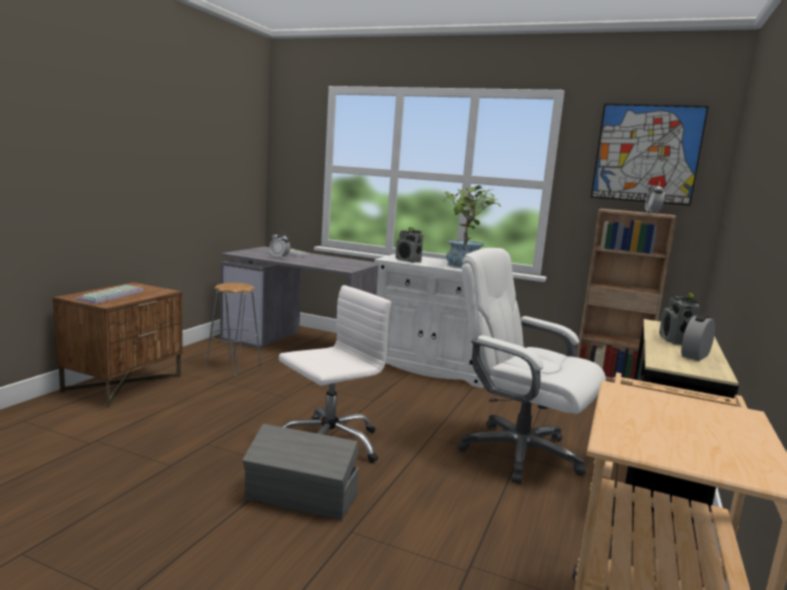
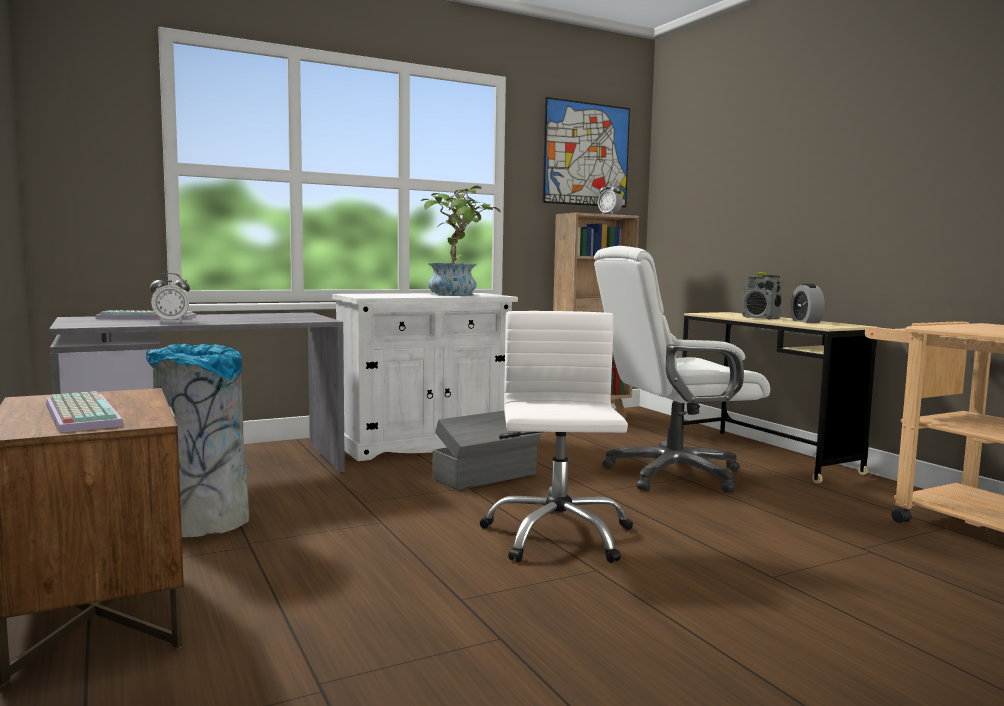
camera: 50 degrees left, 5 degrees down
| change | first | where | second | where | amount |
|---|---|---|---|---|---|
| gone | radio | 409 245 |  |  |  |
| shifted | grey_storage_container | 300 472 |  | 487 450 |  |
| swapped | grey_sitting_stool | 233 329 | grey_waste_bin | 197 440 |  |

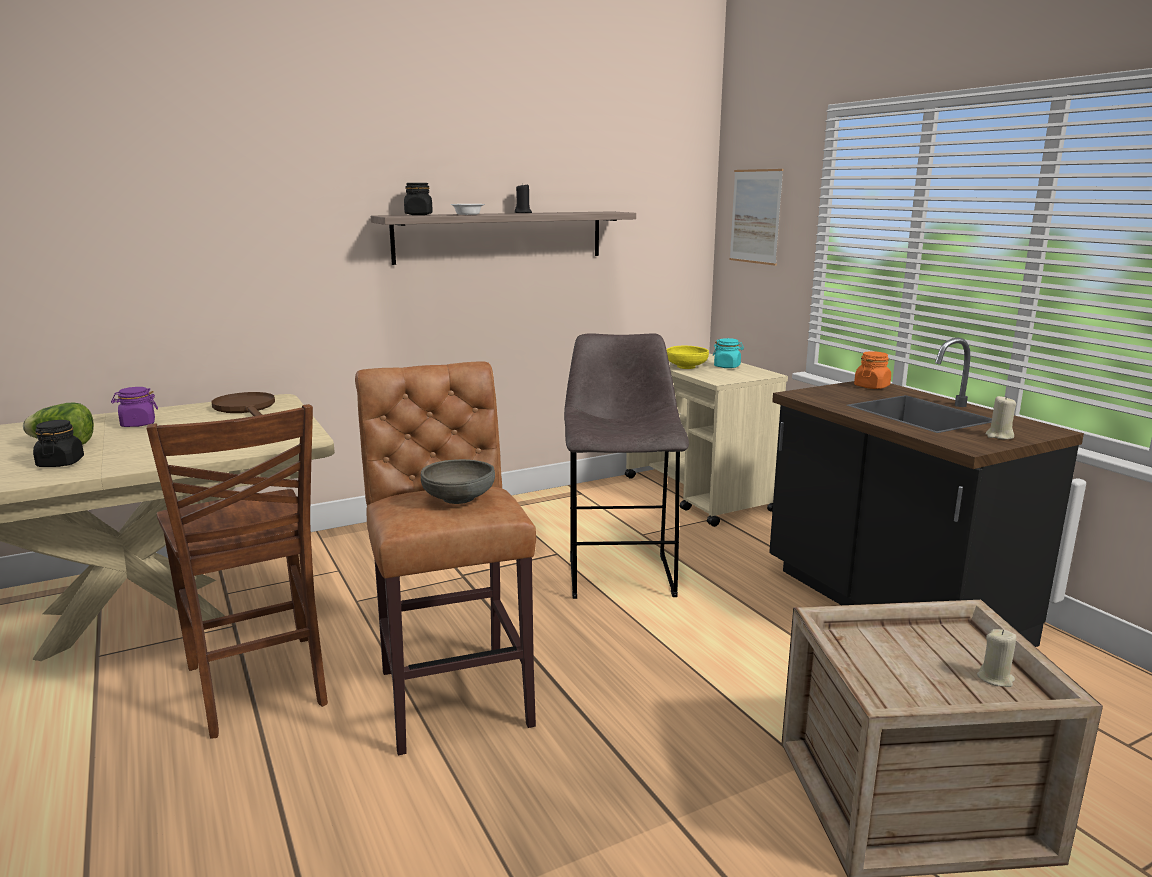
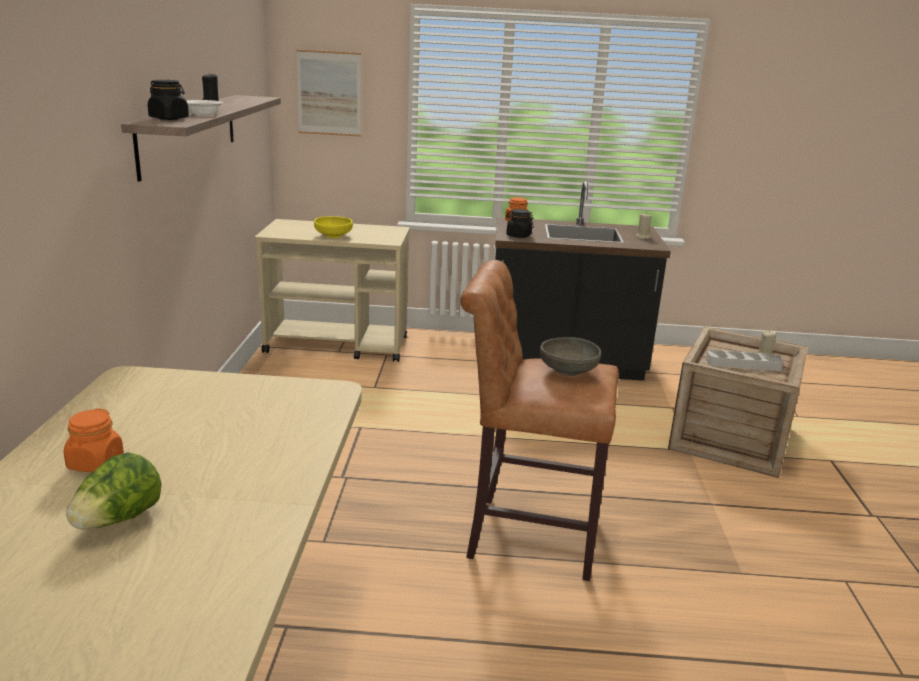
camera: 60 degrees left, 5 degrees up
| change | first | where | second | where | amount |
|---|---|---|---|---|---|
| gone | brown-coloured_upright_chair | 237 571 |  |  |  |
| gone | brown-coloured_frying_pan | 243 404 |  |  |  |
| gone | grey_sitting_stool | 626 466 |  |  |  |
| gone | turquoise_jar | 728 353 |  |  |  |
| new |  |  | grey_tray | 745 360 |  |
| shifted | black_jar | 58 443 |  | 520 223 |  |
| repainted | purple_jar | 134 407 | orange-coloured_jar | 94 440 |  |

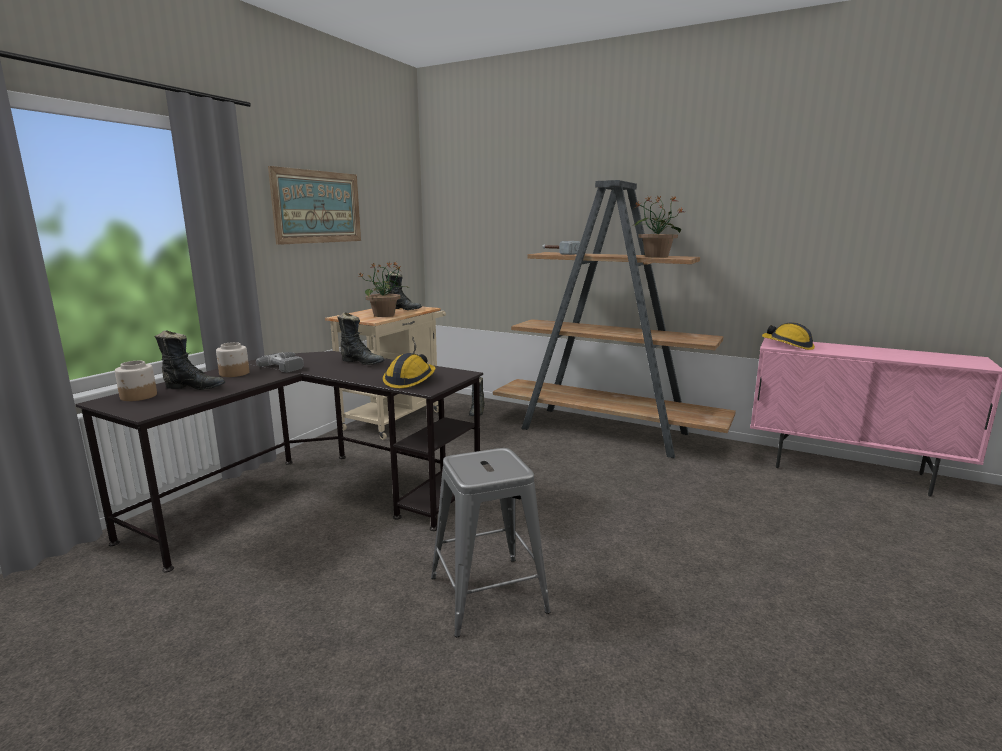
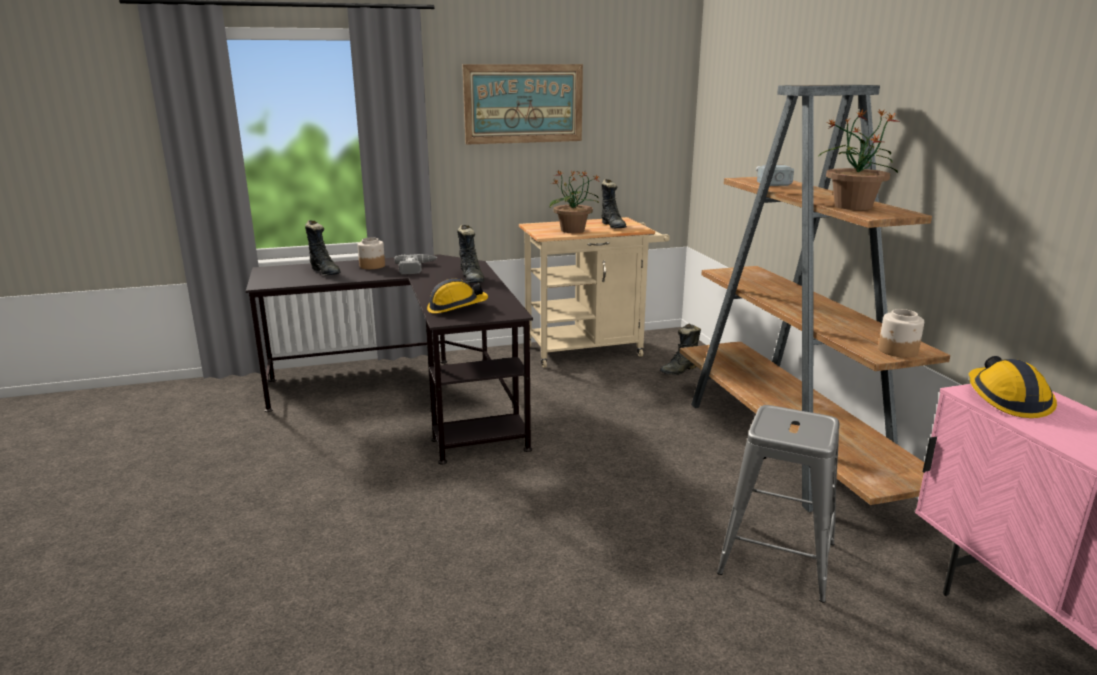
camera: 45 degrees right, 5 degrees up
| change | first | where | second | where | amount |
|---|---|---|---|---|---|
| shifted | jar | 136 381 |  | 901 333 |  |
| shifted | grey_sitting_stool | 490 542 |  | 778 504 |  |

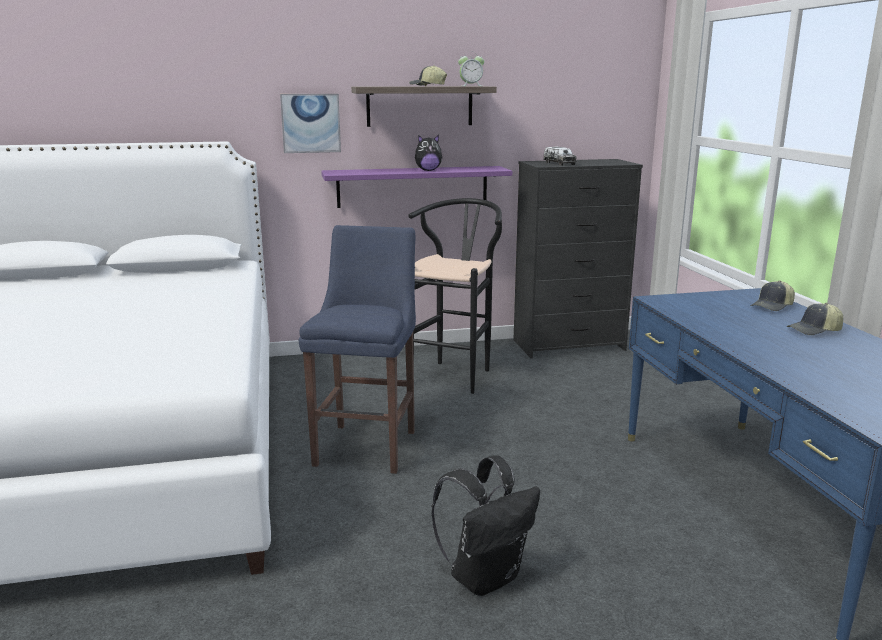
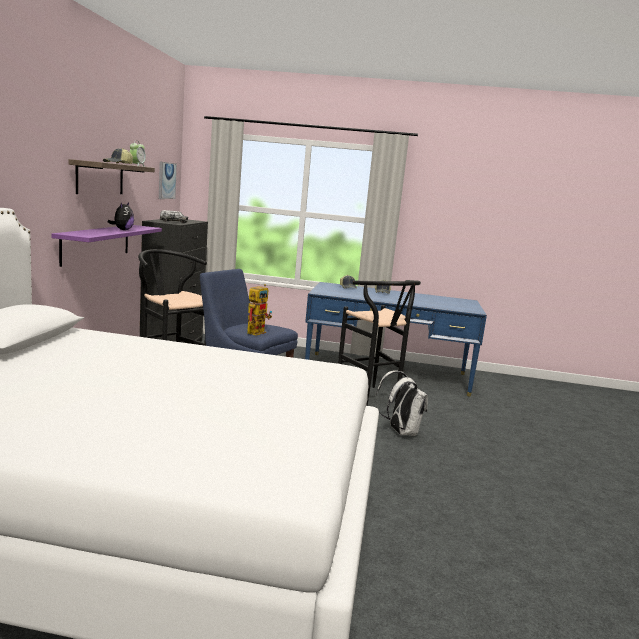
camera: 70 degrees left, 5 degrees down
| change | first | where | second | where | amount |
|---|---|---|---|---|---|
| new |  |  | robot_figure | 259 310 |  |
| new |  |  | black_sitting_stool | 379 343 |  |
| shifted | picture | 310 123 |  | 168 180 |  |
| repainted | black_knapsack | 486 525 | whitish_knapsack | 401 403 |  |

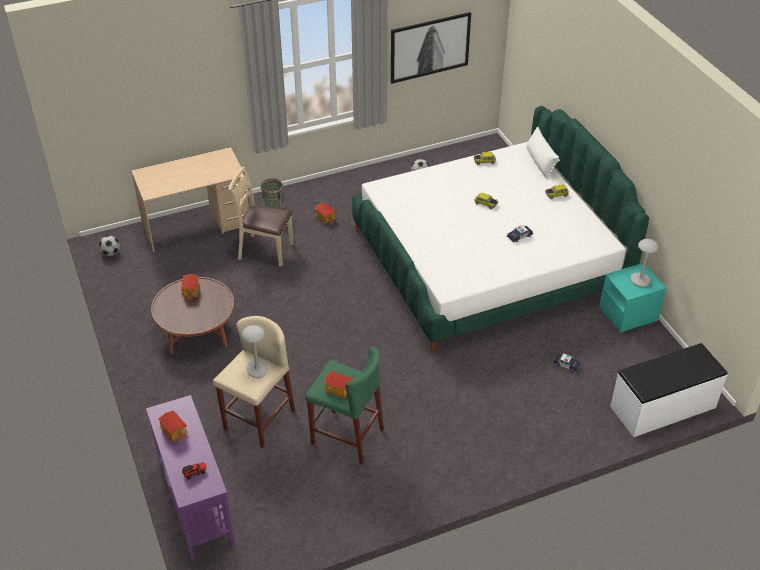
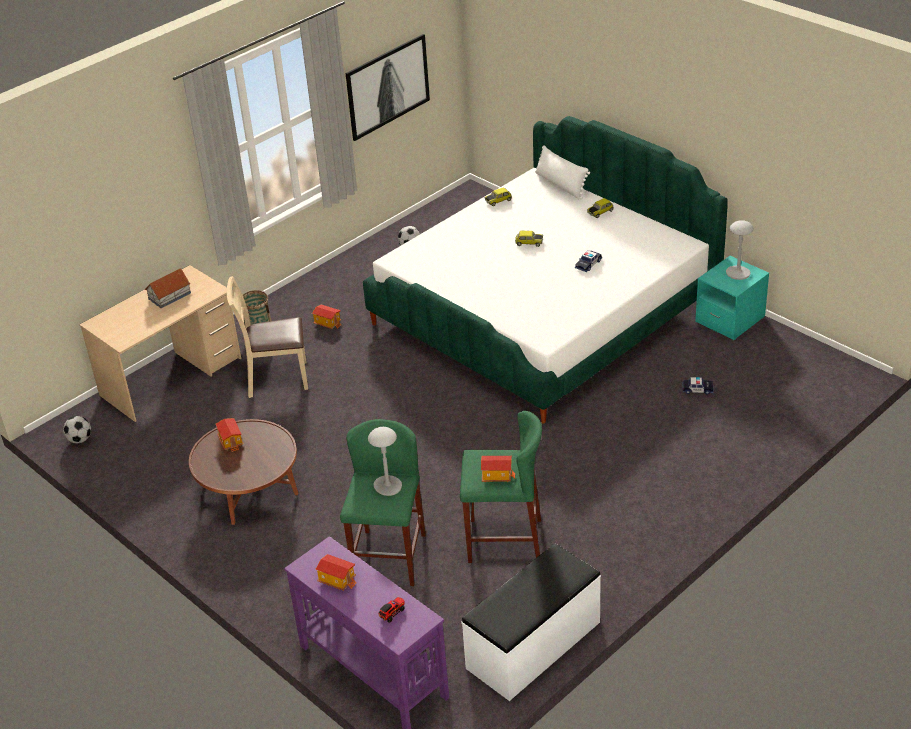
camera: 20 degrees left, 5 degrees down
| change | first | where | second | where | amount |
|---|---|---|---|---|---|
| new |  |  | toy_house | 167 288 |  |
| shifted | whitish_indoor_bench | 669 390 |  | 531 622 |  |
| repainted | beige_sitting_stool | 254 382 | green_sitting_stool | 383 502 |  |

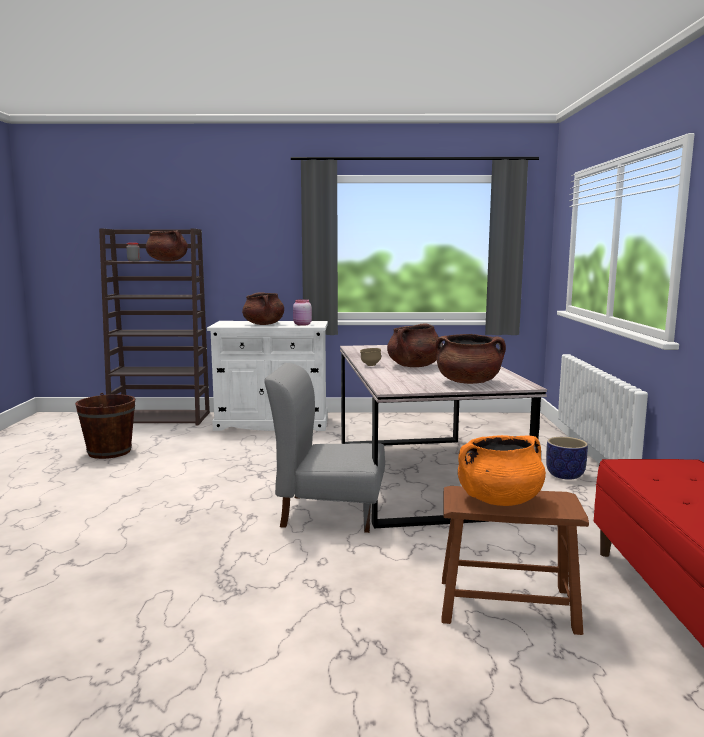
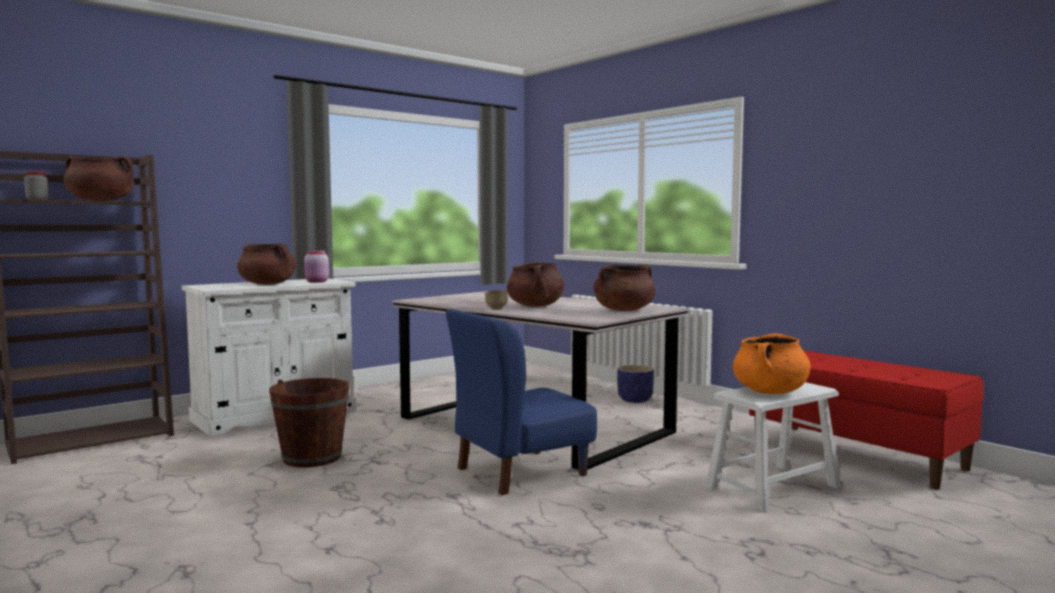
camera: 40 degrees left, 5 degrees down
| change | first | where | second | where | amount |
|---|---|---|---|---|---|
| shifted | brown-coloured_pail | 105 426 |  | 309 422 |  |
| repainted | grey_upright_chair | 324 448 | bluish_upright_chair | 521 402 |  |
| repainted | brown-coloured_sitting_stool | 515 560 | whitish_sitting_stool | 773 447 |  |

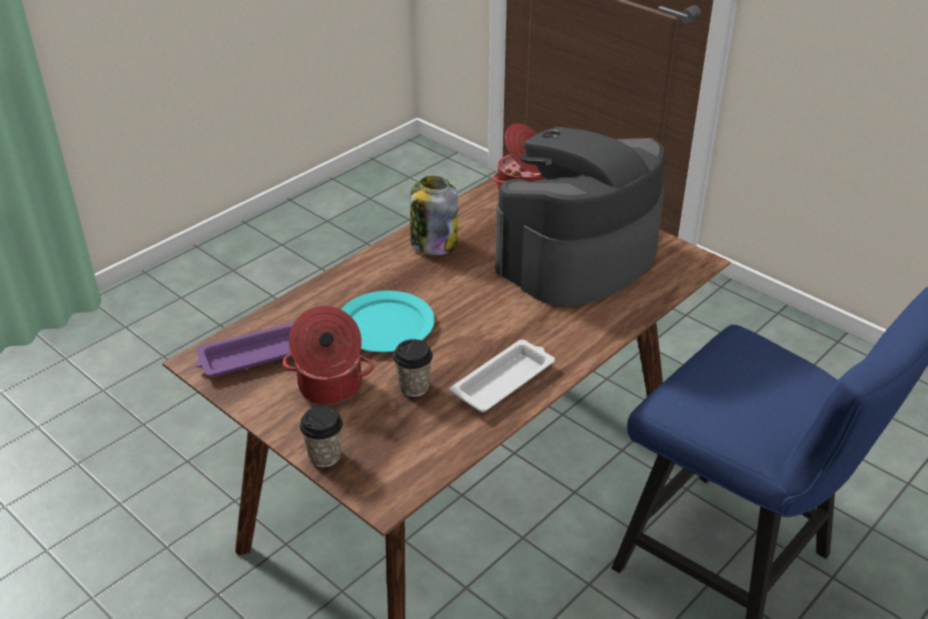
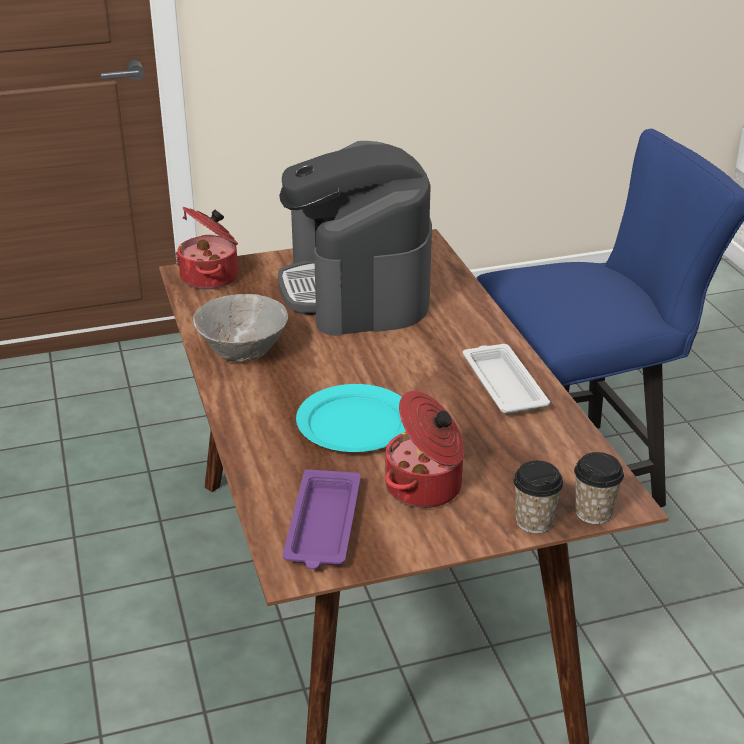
camera: 60 degrees left, 5 degrees down
| change | first | where | second | where | amount |
|---|---|---|---|---|---|
| shifted | small_cup | 413 368 |  | 599 488 |  |
| swapped | jar | 434 215 | grey_bowl | 240 328 |  |

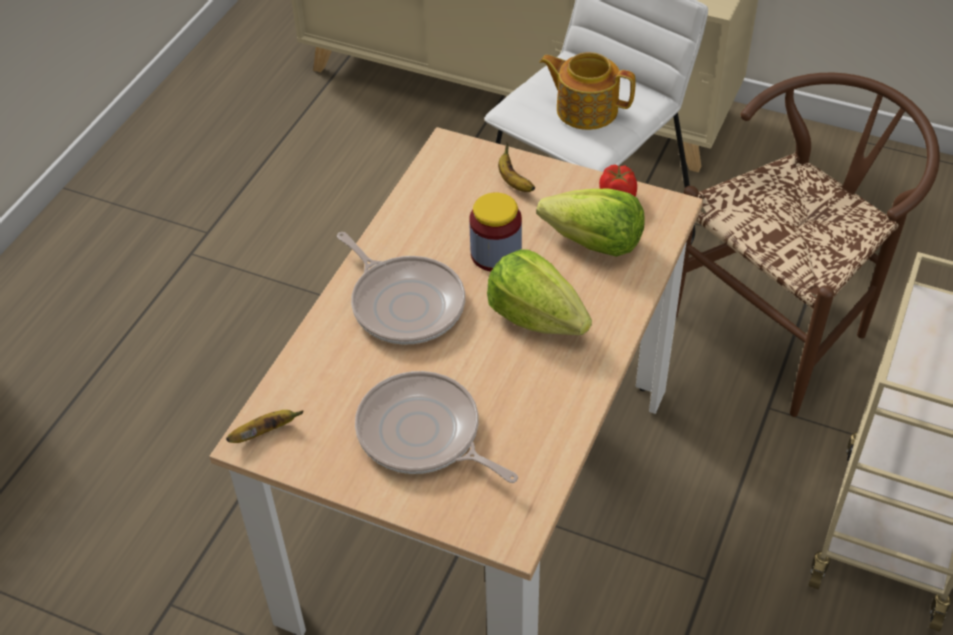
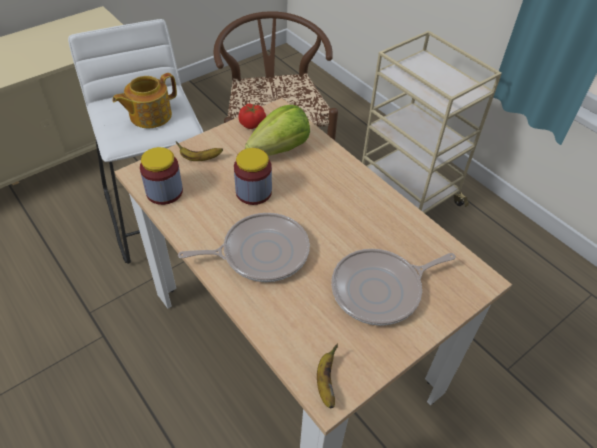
camera: 65 degrees left, 0 degrees up
| change | first | where | second | where | amount |
|---|---|---|---|---|---|
| gone | lettuce_head | 539 292 |  |  |  |
| new |  |  | jar | 161 176 |  |

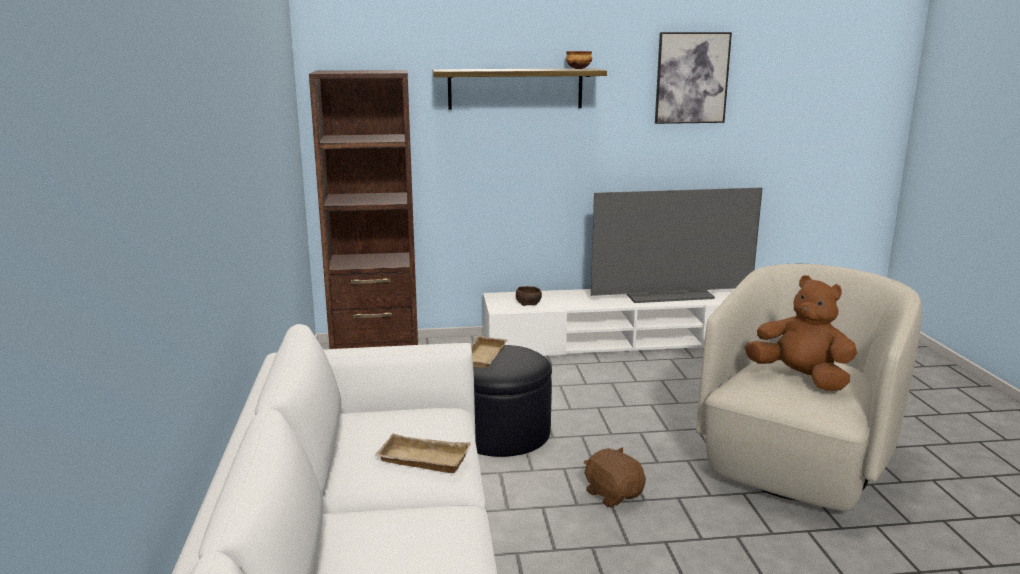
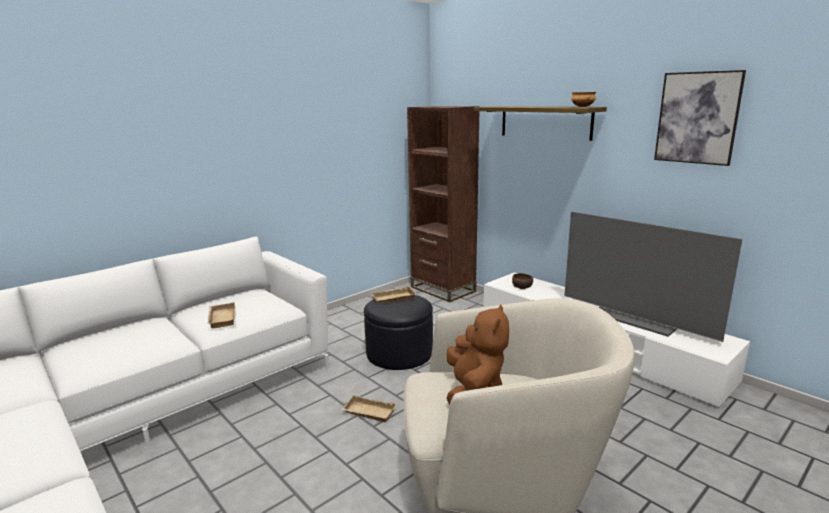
camera: 55 degrees right, 0 degrees up
| change | first | where | second | where | amount |
|---|---|---|---|---|---|
| swapped | brown-coloured_cuddly_toy | 614 477 | beige_tray | 369 408 |  |

